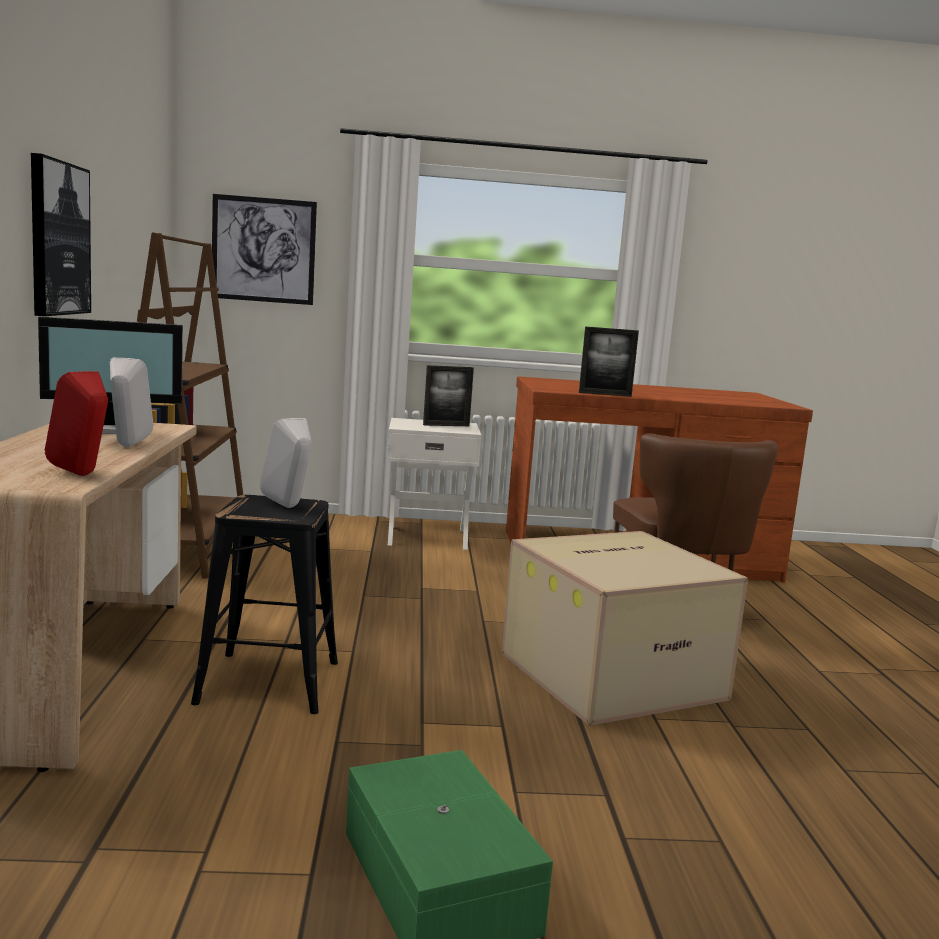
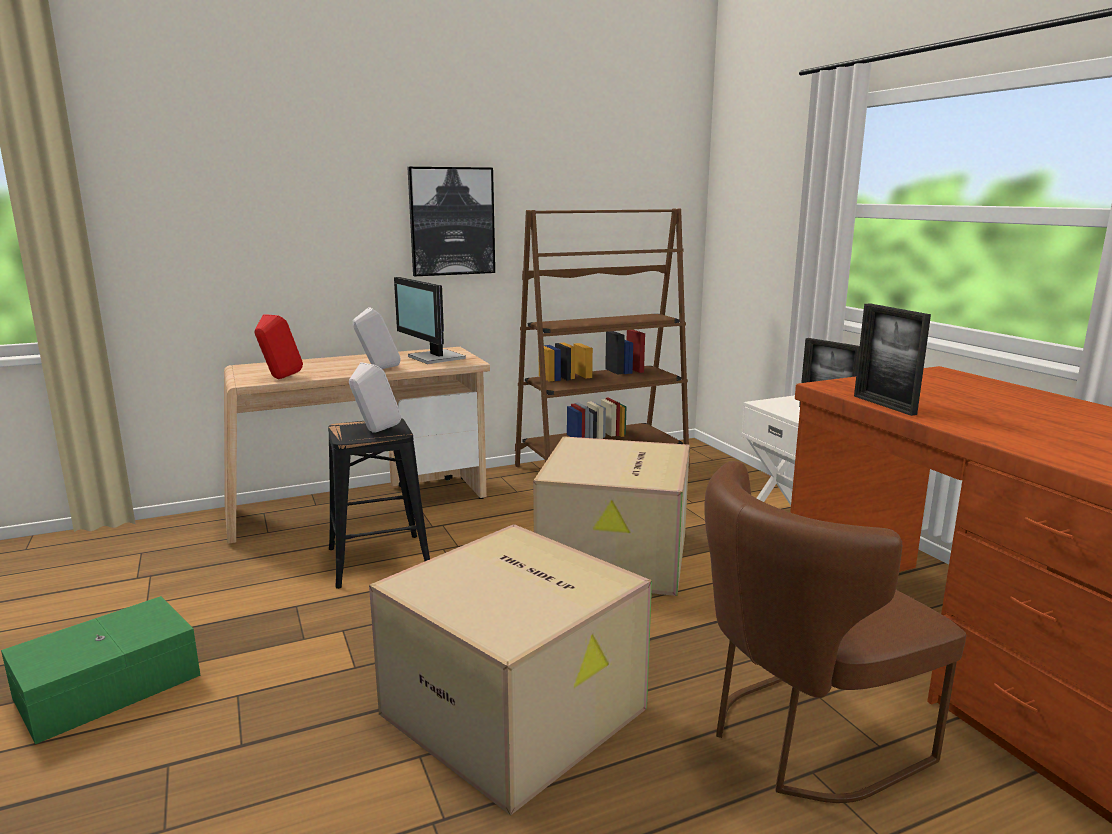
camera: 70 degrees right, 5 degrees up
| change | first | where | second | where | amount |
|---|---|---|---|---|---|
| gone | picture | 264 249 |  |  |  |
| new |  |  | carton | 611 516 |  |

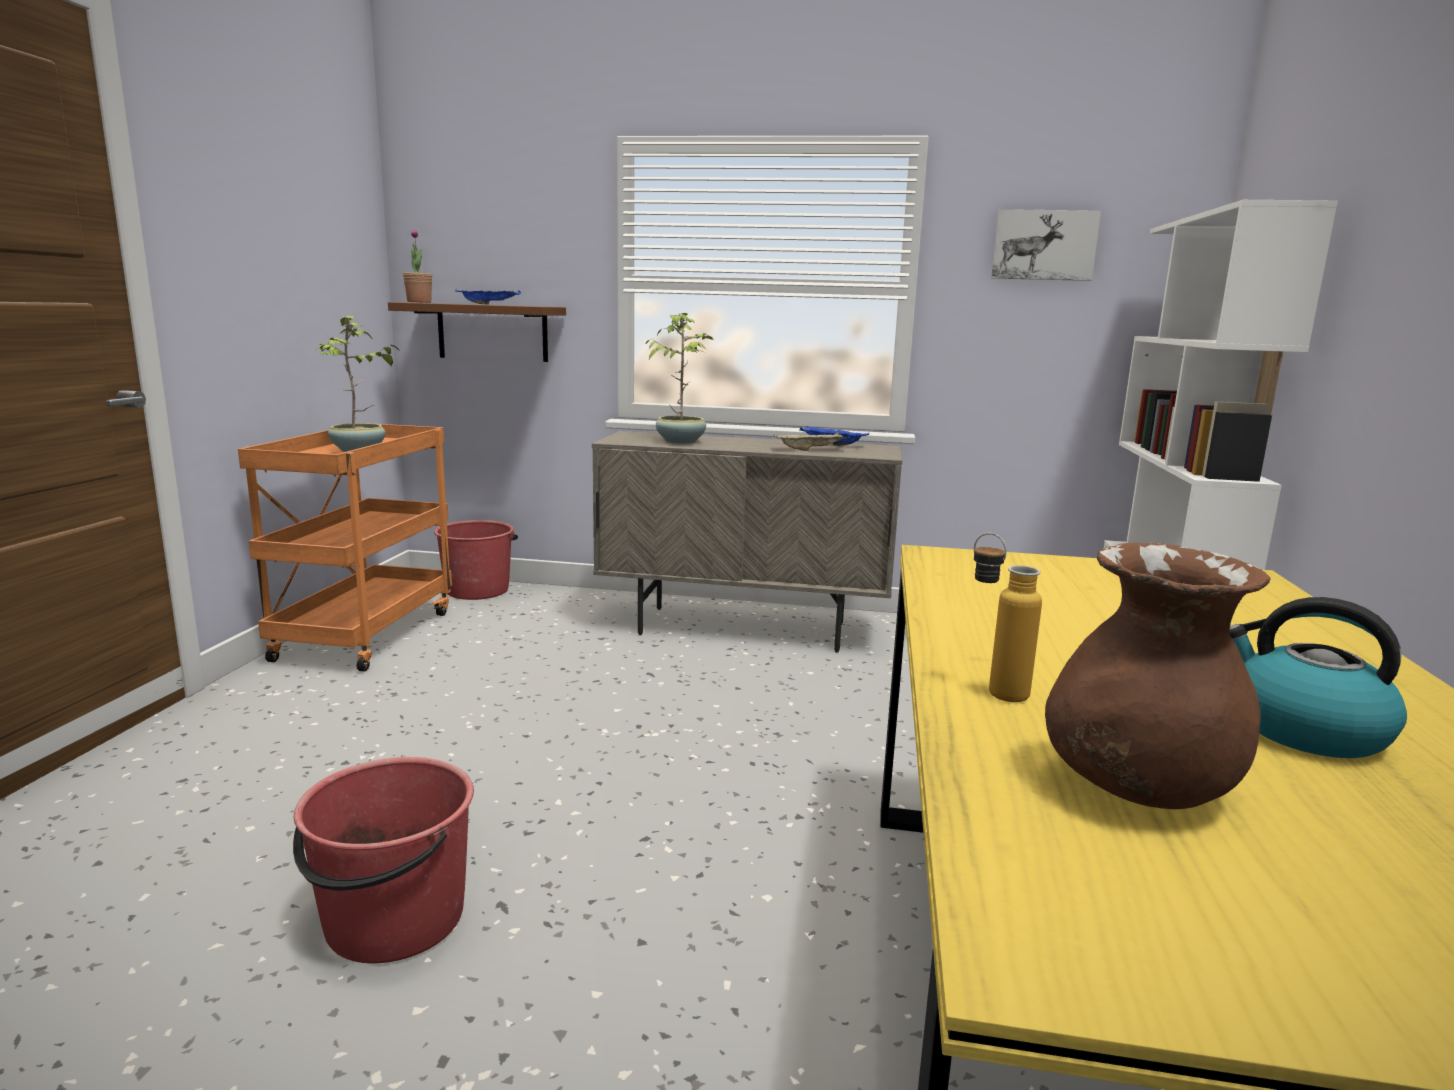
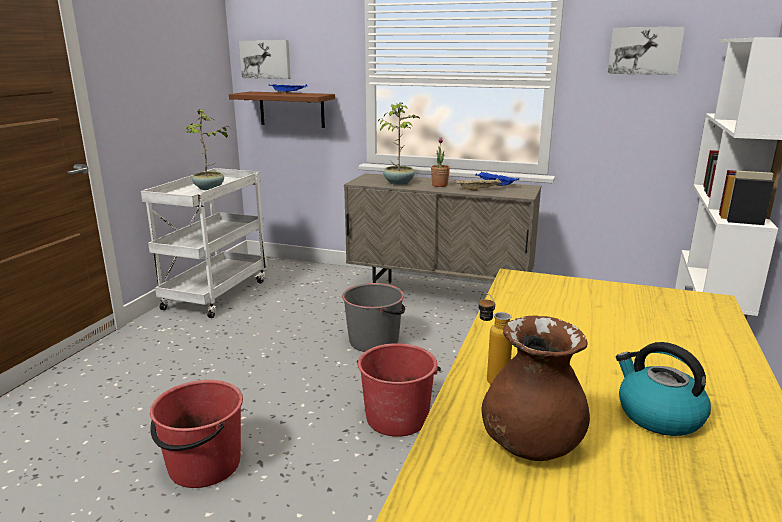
camera: 10 degrees right, 5 degrees up
| change | first | where | second | where | amount |
|---|---|---|---|---|---|
| new |  |  | picture | 265 59 |  |
| new |  |  | grey_pail | 373 317 |  |
| shifted | houseplant | 417 266 |  | 440 162 |  |
| shifted | reddish_pail | 476 560 |  | 399 390 |  |
| repainted | orange-coloured_cart | 345 548 | whitish_cart | 204 243 |  |

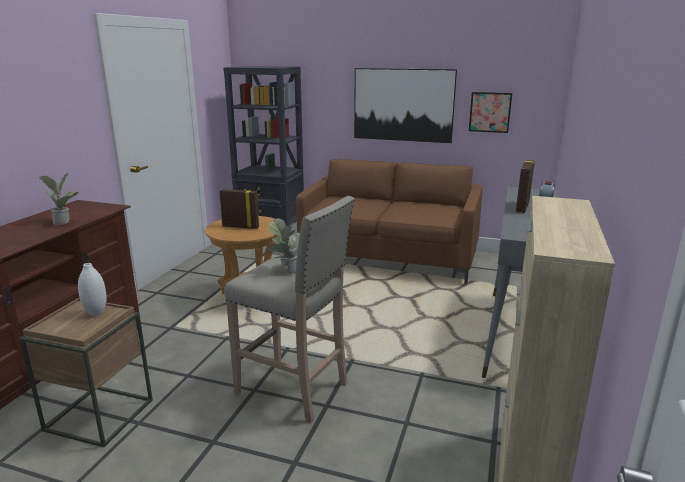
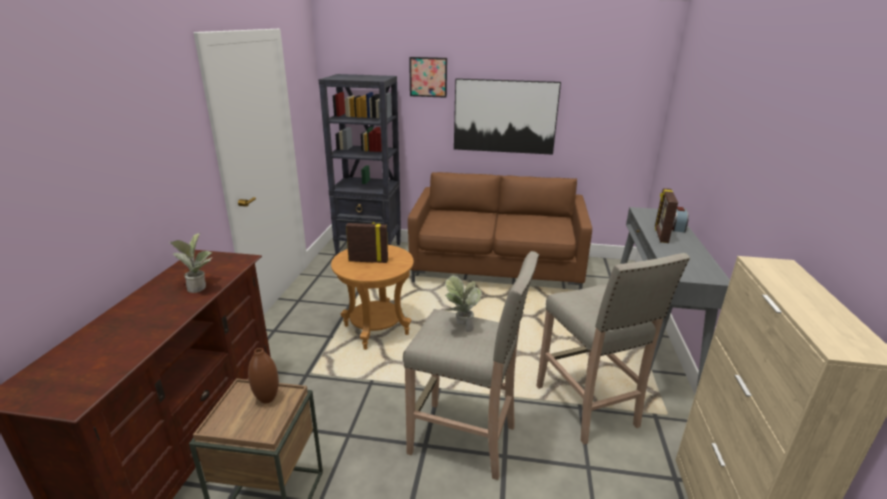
camera: 10 degrees left, 5 degrees up
| change | first | where | second | where | amount |
|---|---|---|---|---|---|
| new |  |  | beige_sitting_stool | 613 349 |  |
| shifted | picture | 490 112 |  | 428 77 |  |
| repainted | whitish_vase | 92 289 | brown-coloured_vase | 263 376 |  |

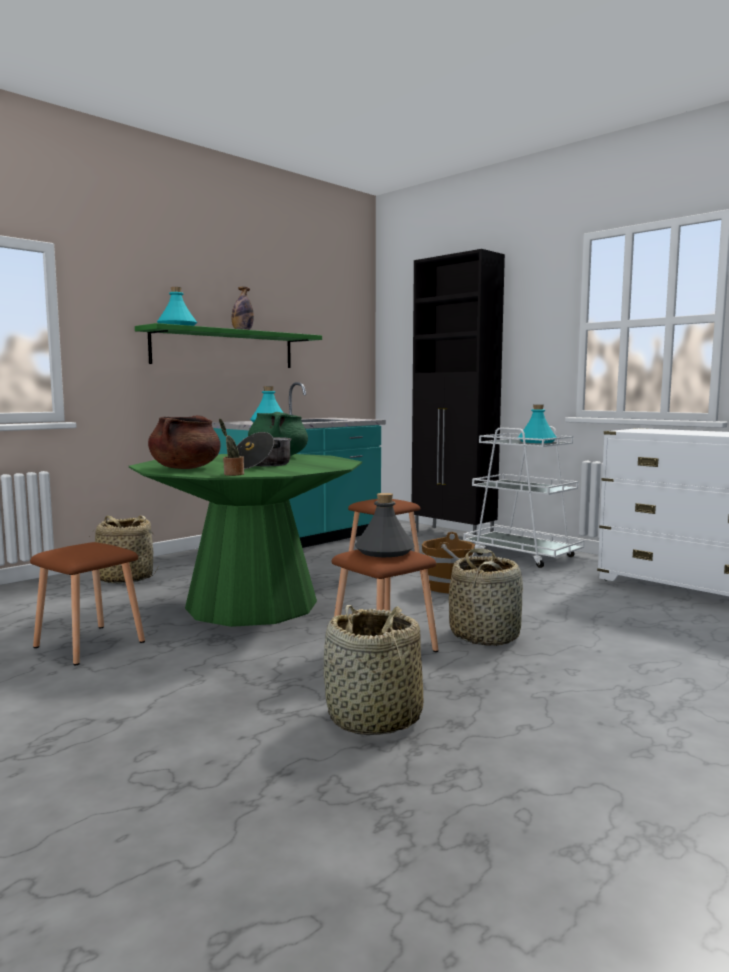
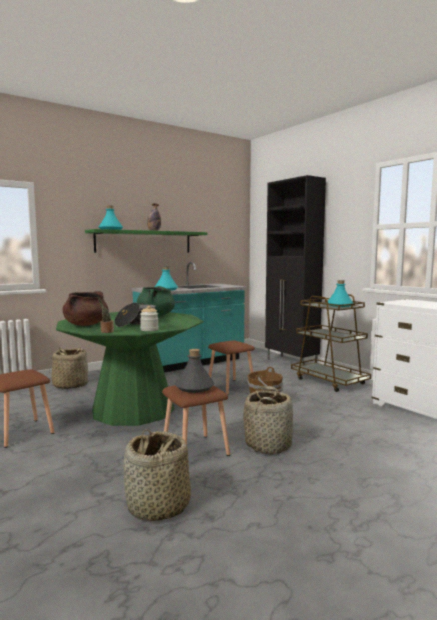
camera: 10 degrees right, 0 degrees up
| change | first | where | second | where | amount |
|---|---|---|---|---|---|
| new |  |  | jar | 149 318 |  |
| repainted | whitish_cart | 524 497 | brown-coloured_cart | 331 343 |  |

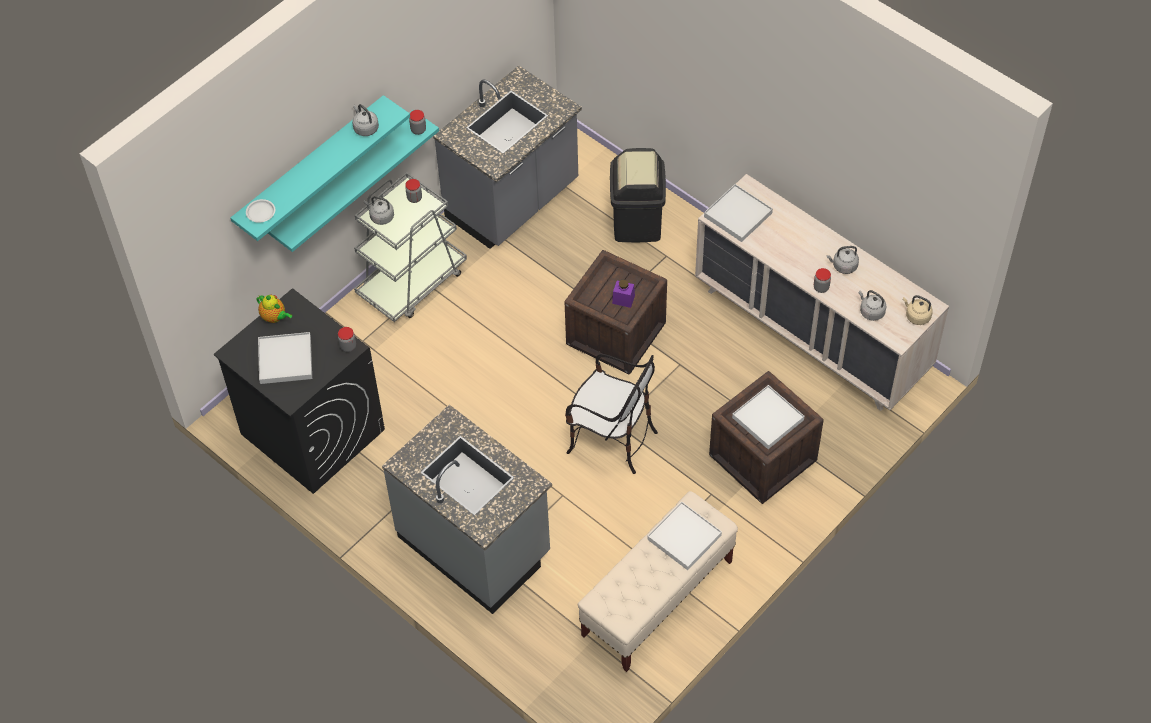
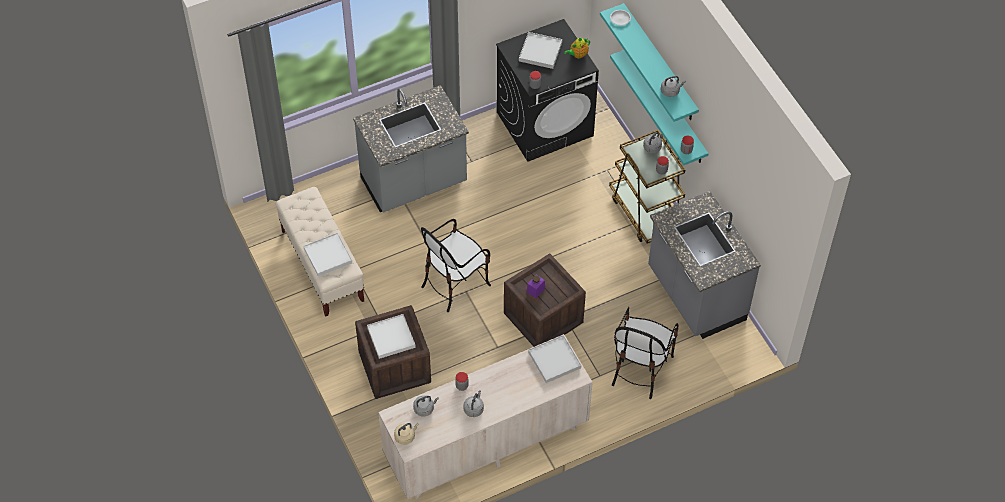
camera: 110 degrees right, 0 degrees up
| change | first | where | second | where | amount |
|---|---|---|---|---|---|
| swapped | black_waste_bin | 638 195 | upright_chair | 645 353 |  |
| repainted | grey_cart | 410 247 | brown-coloured_cart | 647 186 |  |

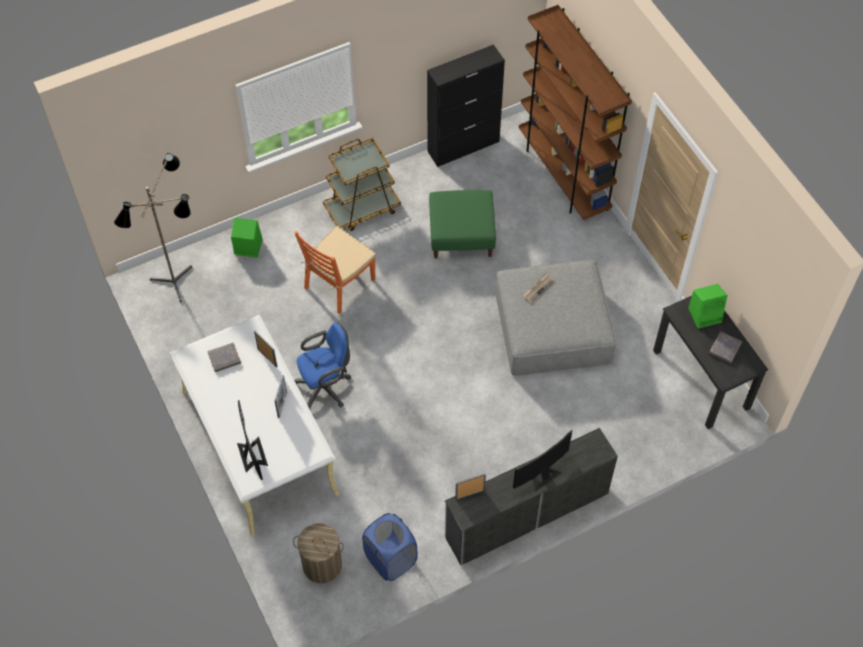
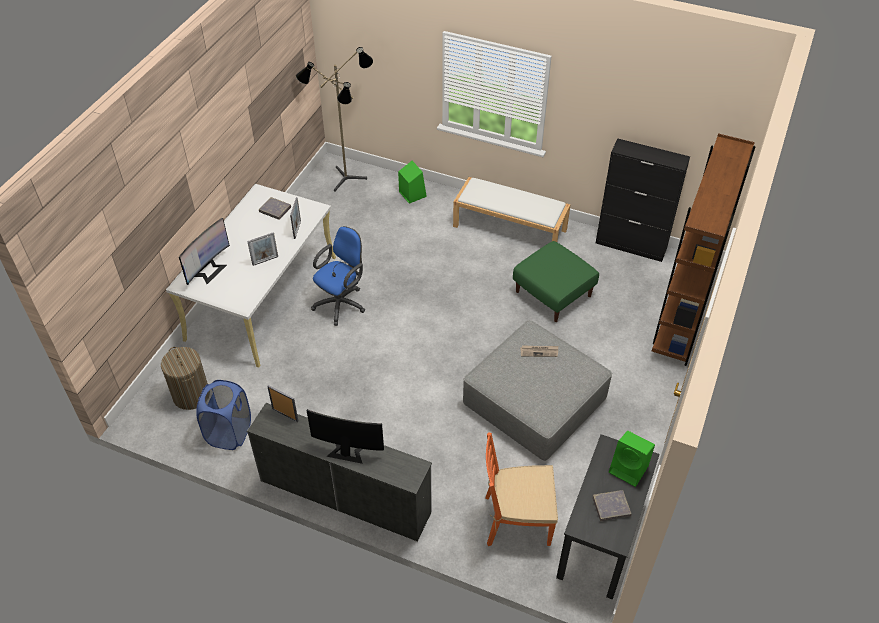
camera: 50 degrees right, 10 degrees down
| change | first | where | second | where | amount |
|---|---|---|---|---|---|
| shifted | orange-coloured_upright_chair | 335 270 |  | 521 489 |  |
| swapped | brown-coloured_cart | 362 184 | whitish_indoor_bench | 511 209 |  |
| rotated | bluish_computer_chair | 322 365 |  | 338 276 | 75 degrees counterclockwise |

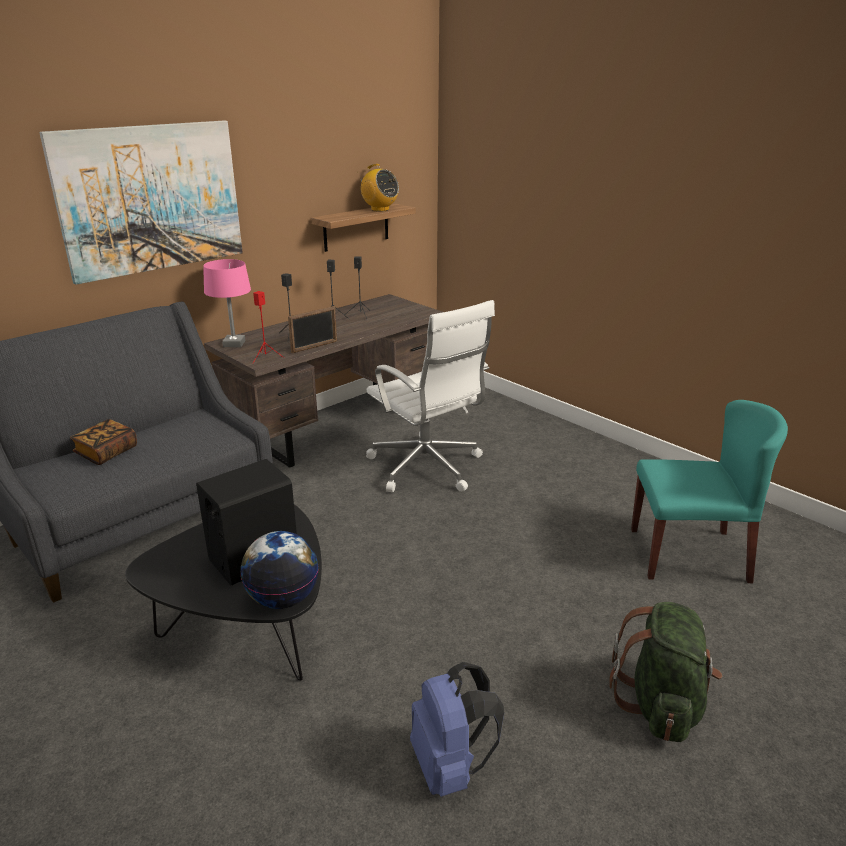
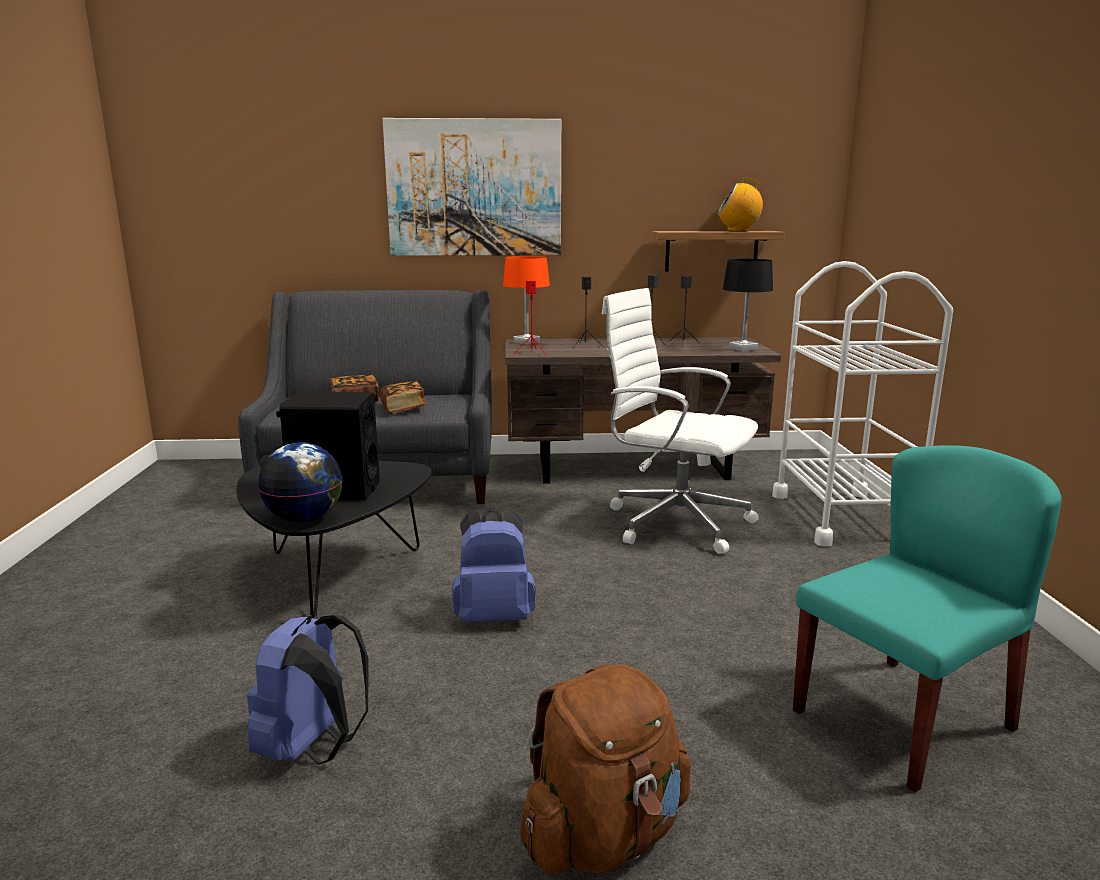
camera: 40 degrees right, 10 degrees down
| change | first | where | second | where | amount |
|---|---|---|---|---|---|
| gone | standing_frame | 312 329 |  |  |  |
| new |  |  | volume | 403 397 |  |
| new |  |  | bluish_knapsack | 494 565 |  |
| new |  |  | black_table_lamp | 748 305 |  |
| new |  |  | whitish_cart | 862 404 |  |
| repainted | pink_table_lamp | 227 303 | orange-coloured_table_lamp | 526 300 |  |
| repainted | green_knapsack | 665 672 | brown-coloured_knapsack | 605 769 |  |
| rotated | radio | 380 188 |  | 740 205 | 105 degrees clockwise |
| rotated | whitish_computer_chair | 430 396 |  | 680 421 | 120 degrees clockwise |
| rotated | turquoise_upright_chair | 709 491 |  | 927 619 | 75 degrees counterclockwise |

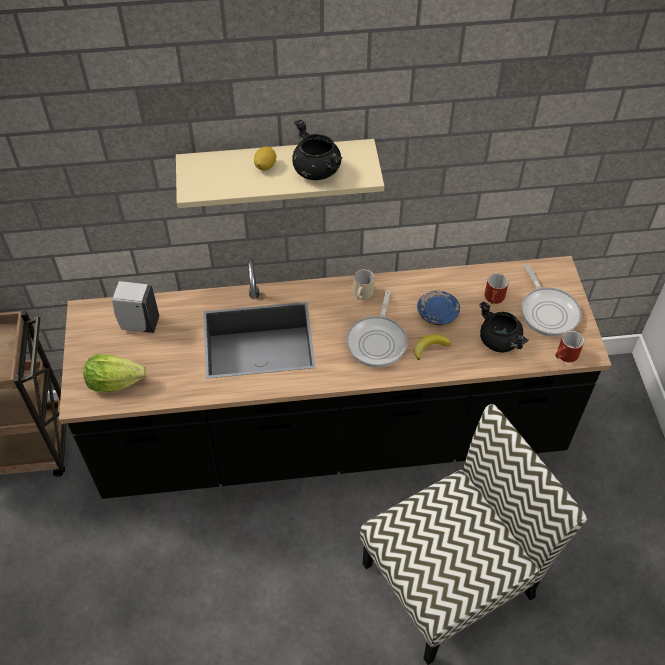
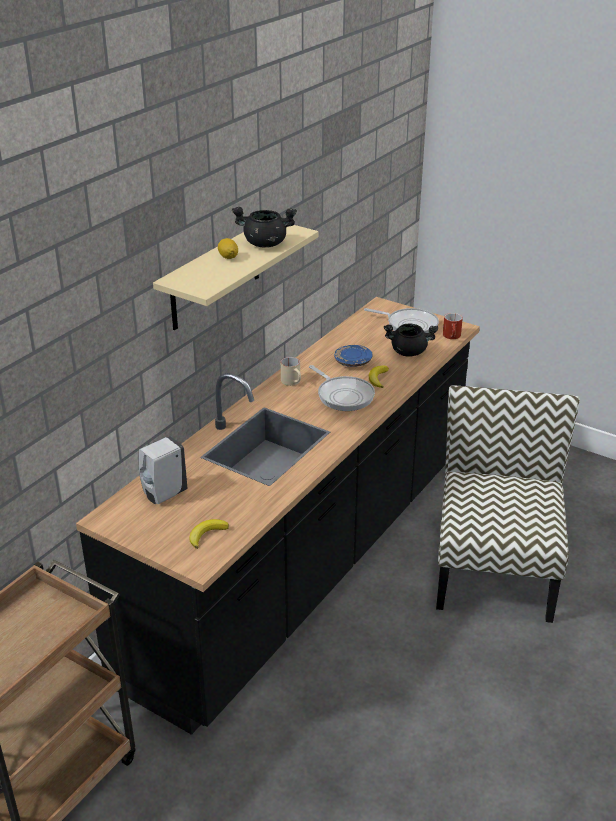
camera: 50 degrees left, 20 degrees down
| change | first | where | second | where | amount |
|---|---|---|---|---|---|
| gone | reddish_mug | 497 288 |  |  |  |
| swapped | lettuce_head | 115 373 | banana_fruit | 209 534 |  |

